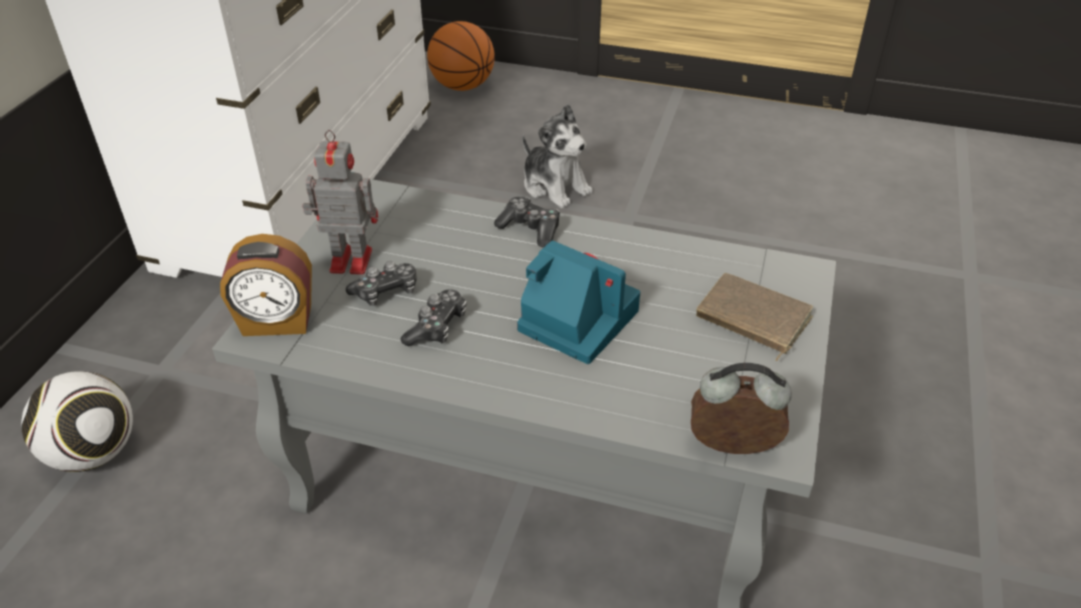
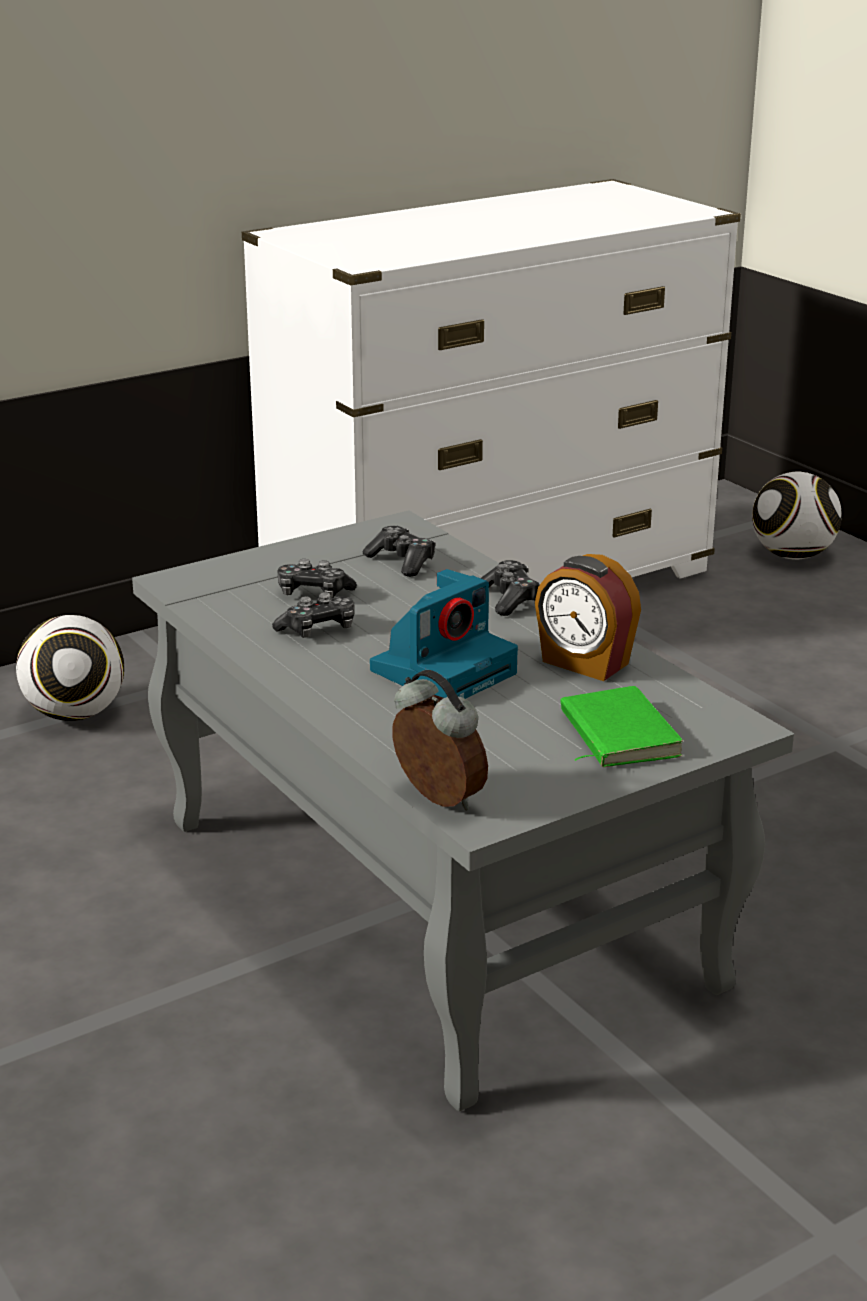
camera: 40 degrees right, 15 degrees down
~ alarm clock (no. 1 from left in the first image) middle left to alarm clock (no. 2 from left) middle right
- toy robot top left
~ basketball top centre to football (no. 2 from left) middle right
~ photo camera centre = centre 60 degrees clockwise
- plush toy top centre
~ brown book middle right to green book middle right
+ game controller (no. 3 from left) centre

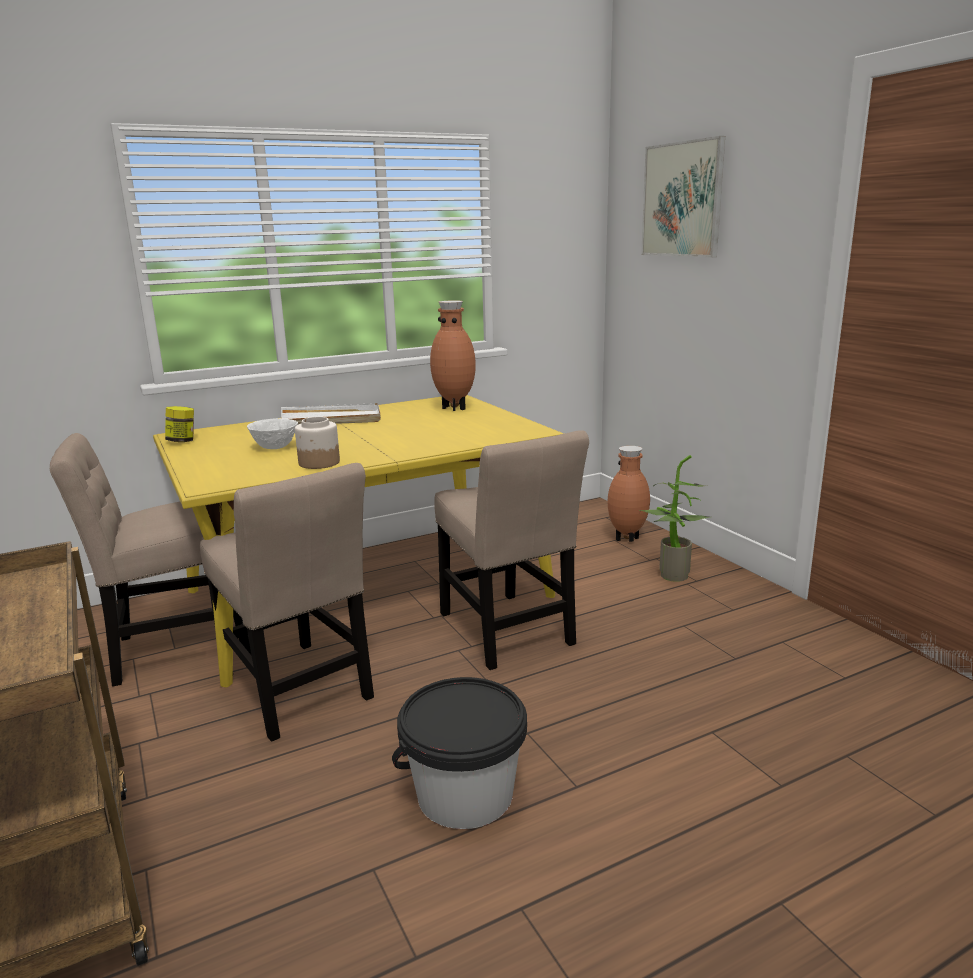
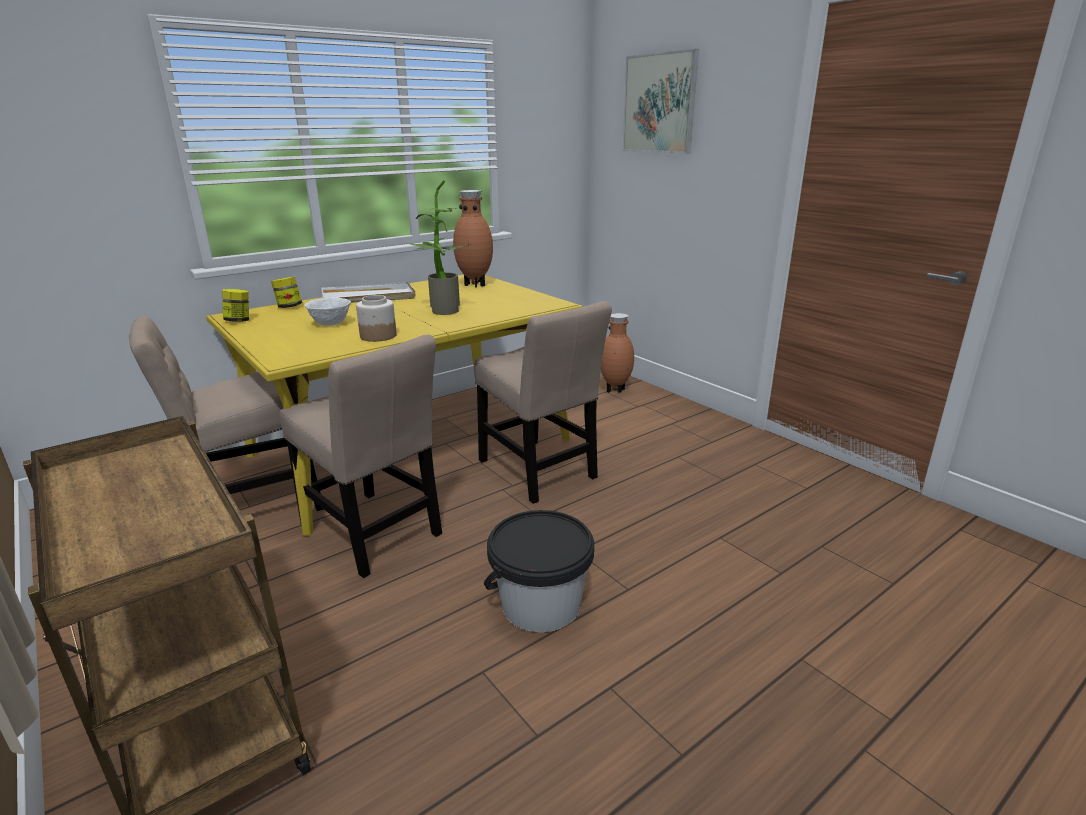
camera: 10 degrees left, 5 degrees up
~ potted plant middle right to top centre
+ jar (no. 2 from left) middle left

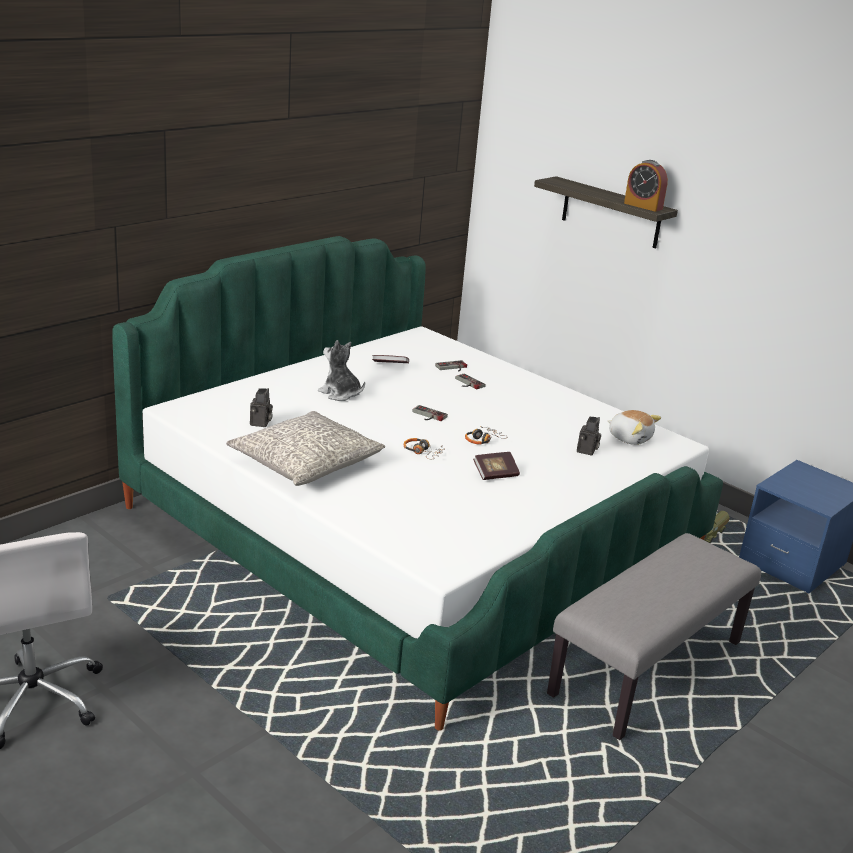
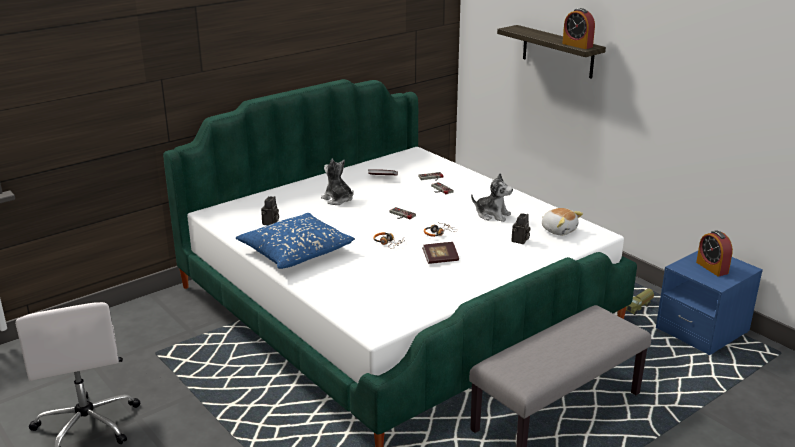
camera: 10 degrees right, 0 degrees up
~ grey pillow centre to blue pillow centre
+ plush toy (no. 2 from left) centre
+ alarm clock (no. 2 from left) middle right

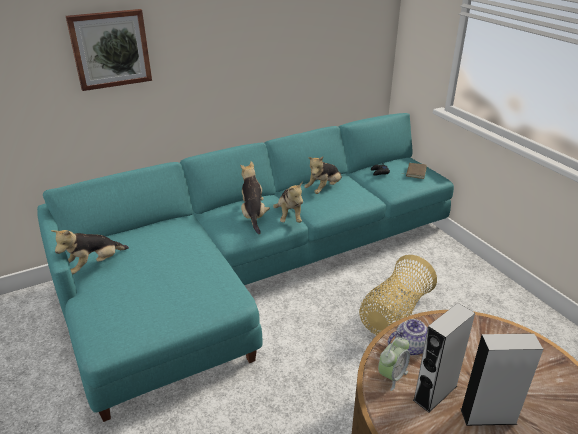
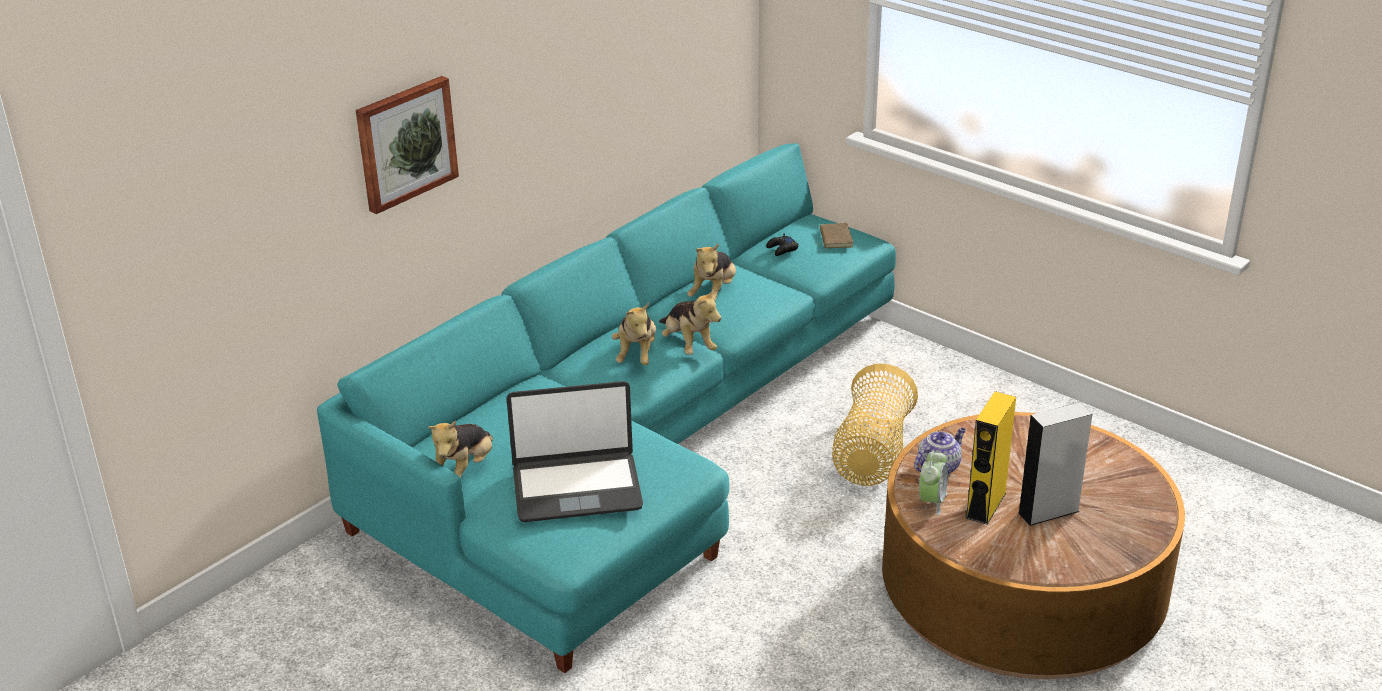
camera: 20 degrees left, 0 degrees up
~ plush toy (no. 2 from left) centre = centre 150 degrees counterclockwise
~ grey speaker (no. 1 from left) bottom right to yellow speaker middle right
+ laptop centre

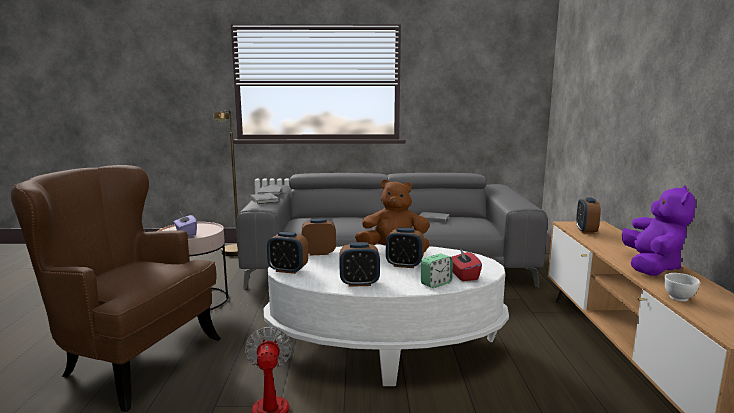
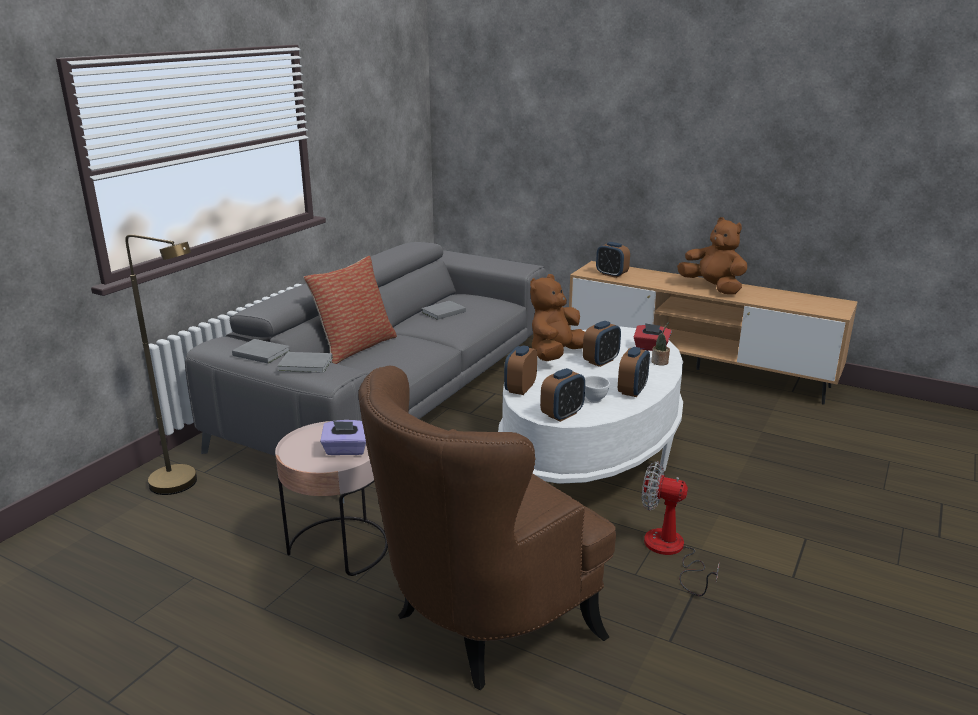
camera: 60 degrees left, 10 degrees up
~ alarm clock (no. 5 from left) centre to potted plant middle right
~ purple plush toy middle right to brown plush toy (no. 2 from left) middle right
~ white bowl bottom right to centre
+ pillow centre

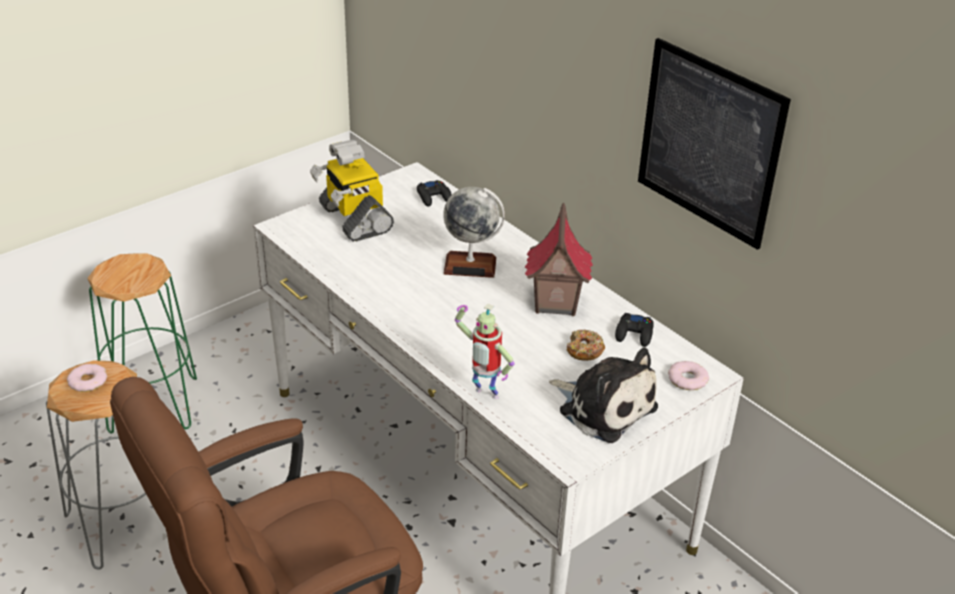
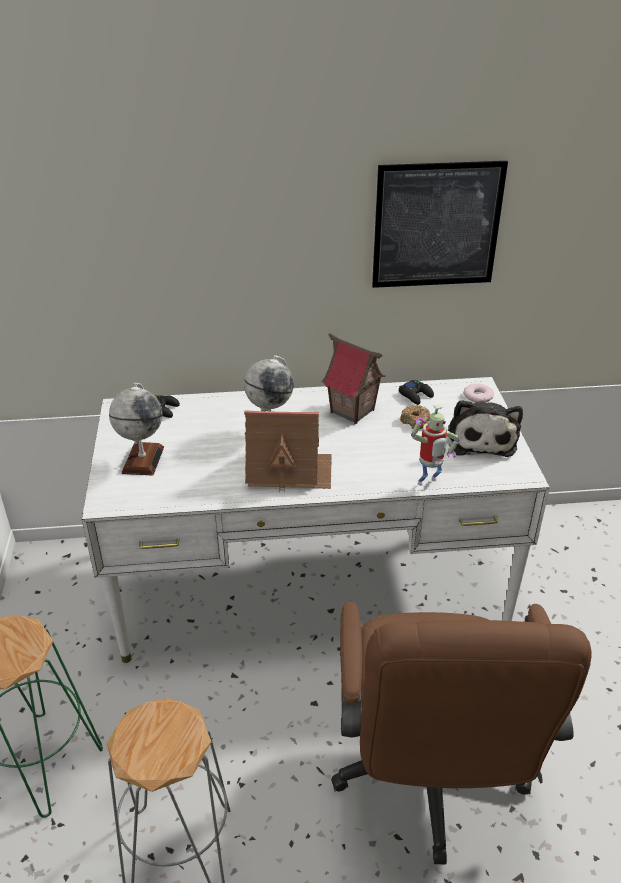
camera: 55 degrees left, 0 degrees up
- donut (no. 1 from left) middle left
~ toy robot (no. 1 from left) top centre to globe (no. 1 from left) middle left
~ plush toy centre = middle right 105 degrees clockwise
+ toy house (no. 1 from left) centre

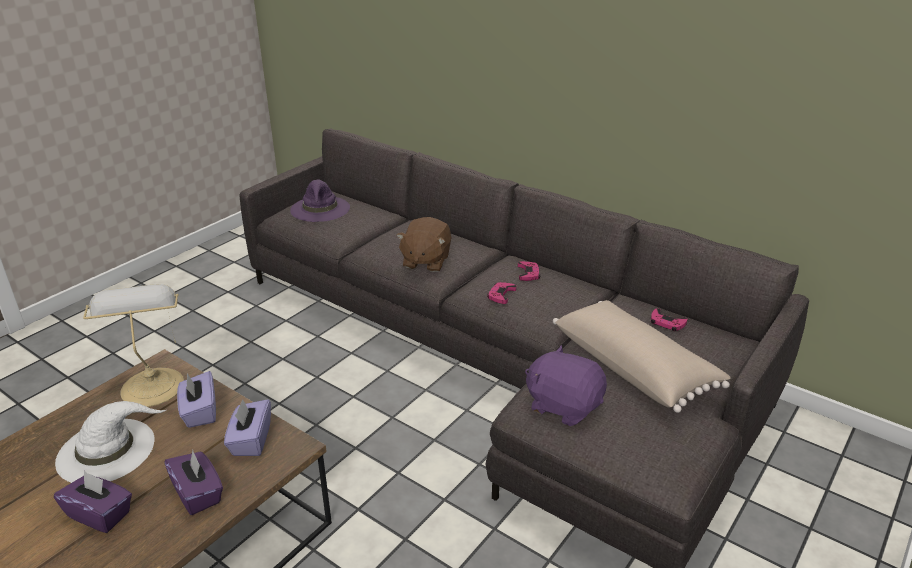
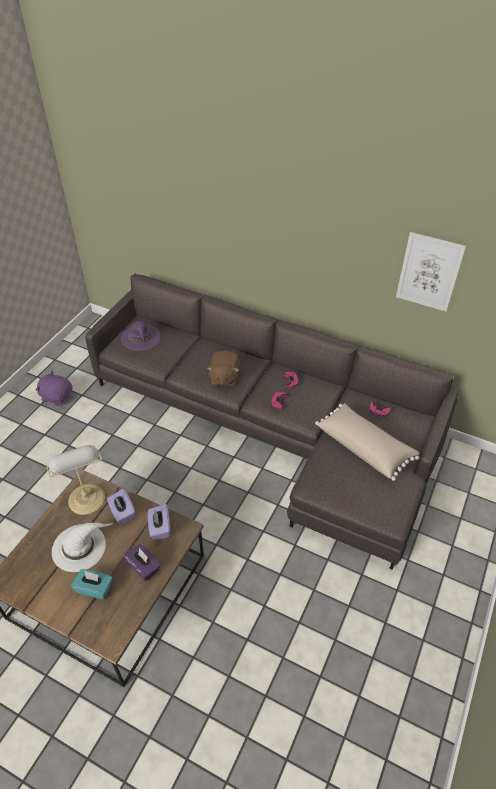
camera: 10 degrees left, 15 degrees up
~ purple tissue box (no. 1 from left) bottom left to turquoise tissue box bottom left
~ purple plush toy bottom centre to middle left
+ picture middle right

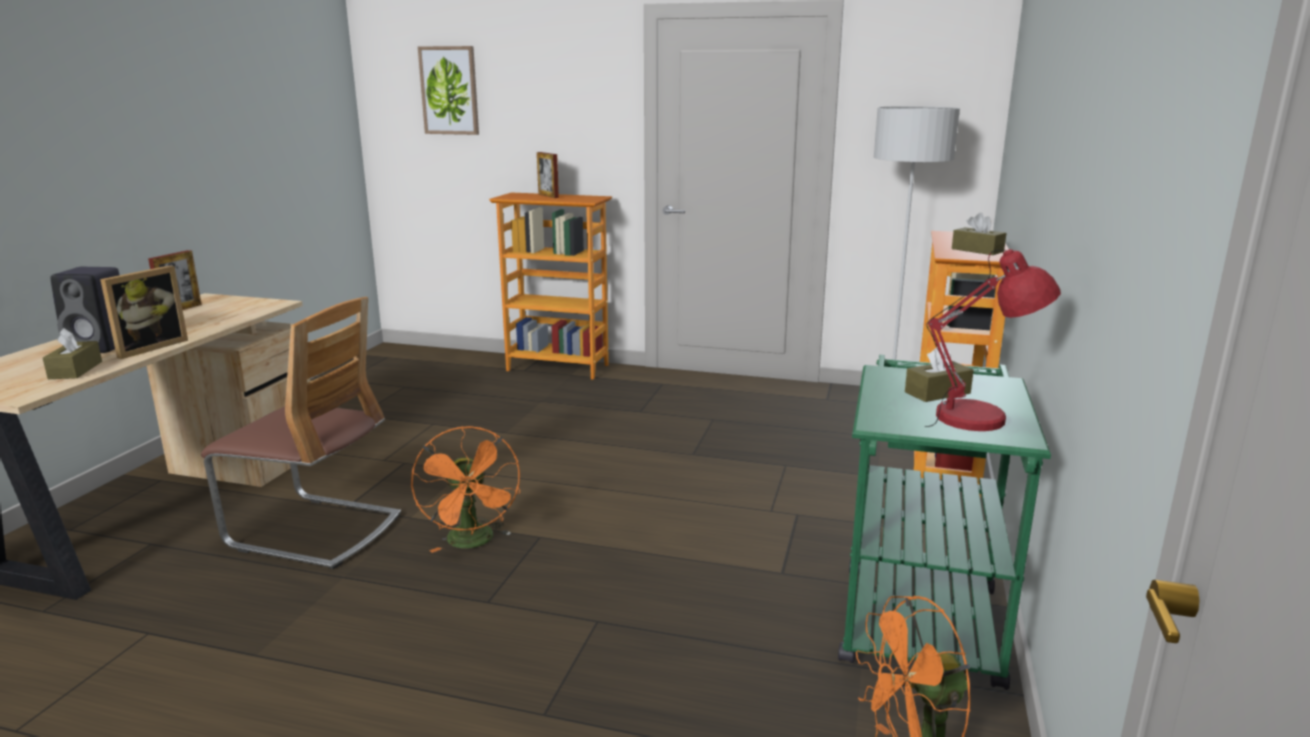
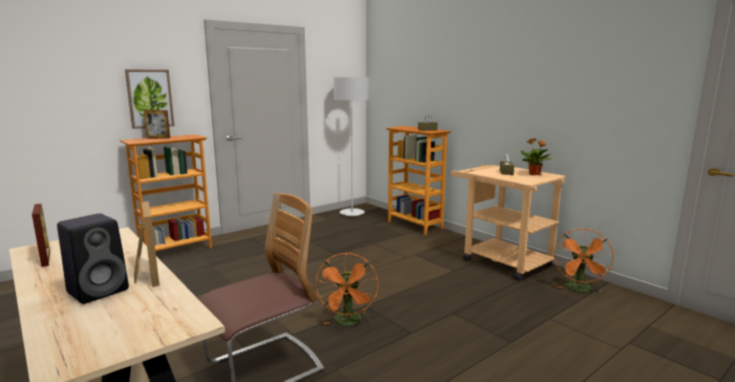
camera: 55 degrees left, 5 degrees down
- brown tissue box (no. 1 from left) middle left
~ orange fan (no. 1 from left) centre = bottom centre 75 degrees clockwise
~ picture top centre to top left
~ green cart bottom right to beige cart middle right
~ red table lamp middle right to potted plant middle right

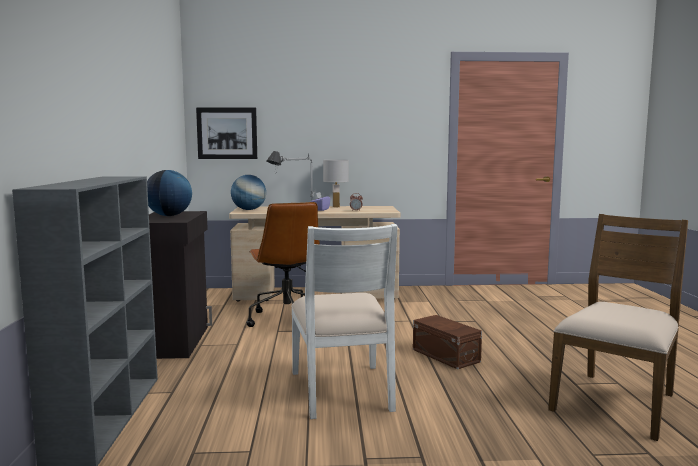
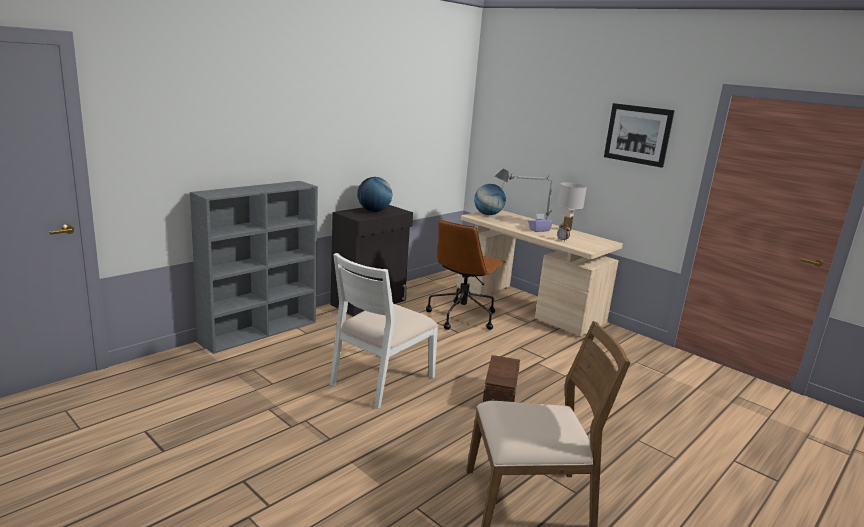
camera: 45 degrees right, 10 degrees up
~ picture top left to top right

